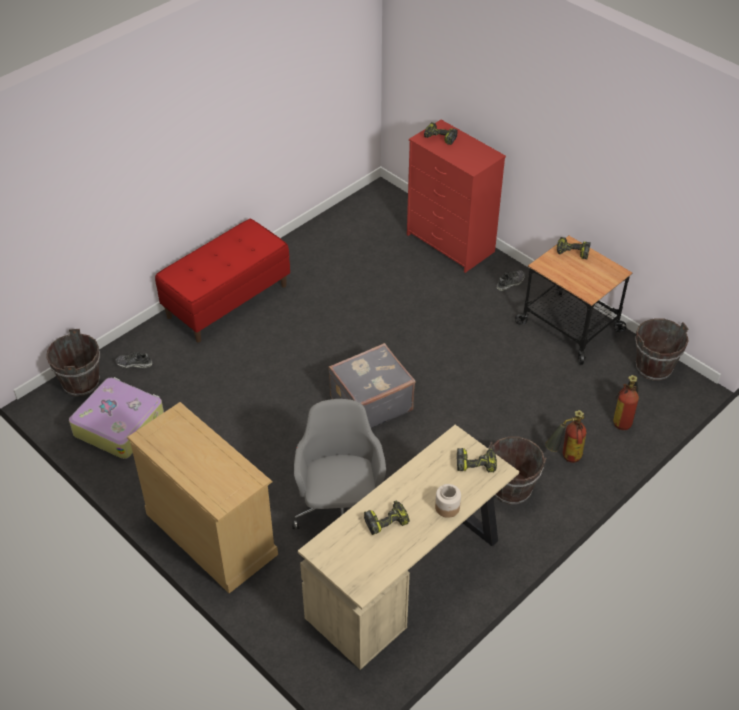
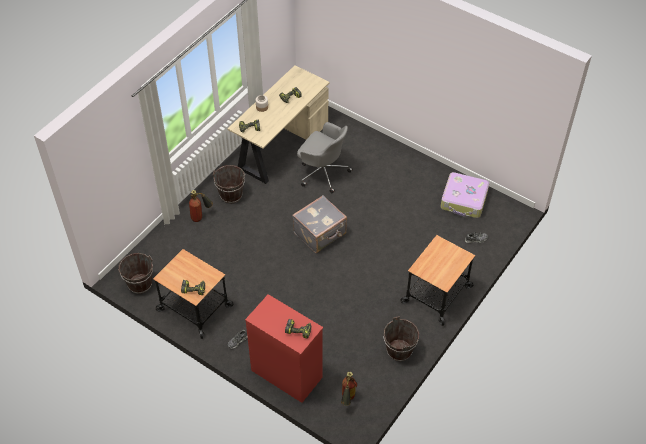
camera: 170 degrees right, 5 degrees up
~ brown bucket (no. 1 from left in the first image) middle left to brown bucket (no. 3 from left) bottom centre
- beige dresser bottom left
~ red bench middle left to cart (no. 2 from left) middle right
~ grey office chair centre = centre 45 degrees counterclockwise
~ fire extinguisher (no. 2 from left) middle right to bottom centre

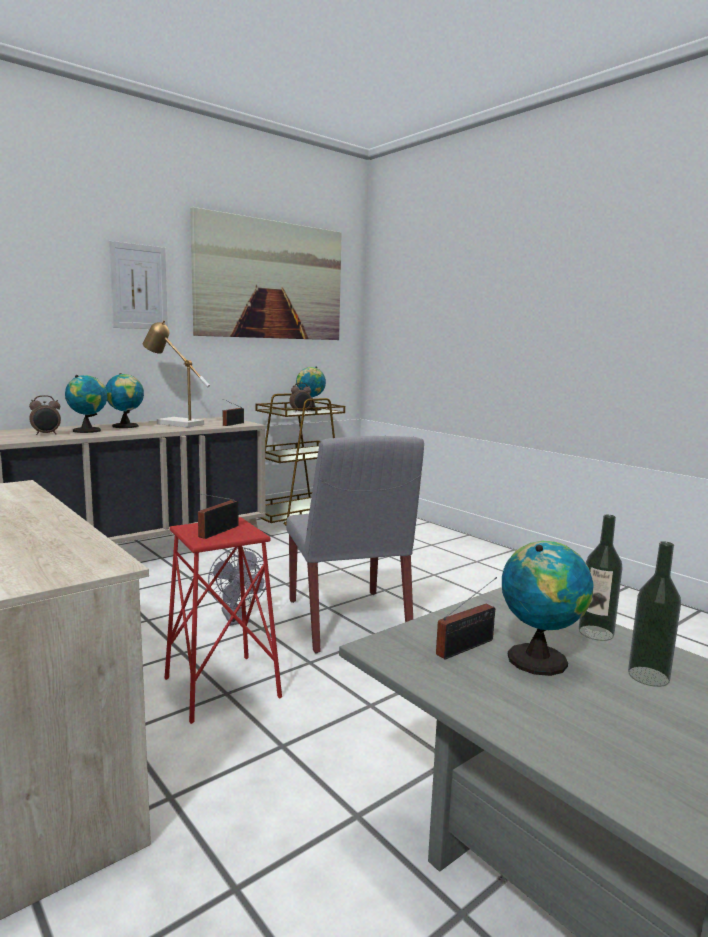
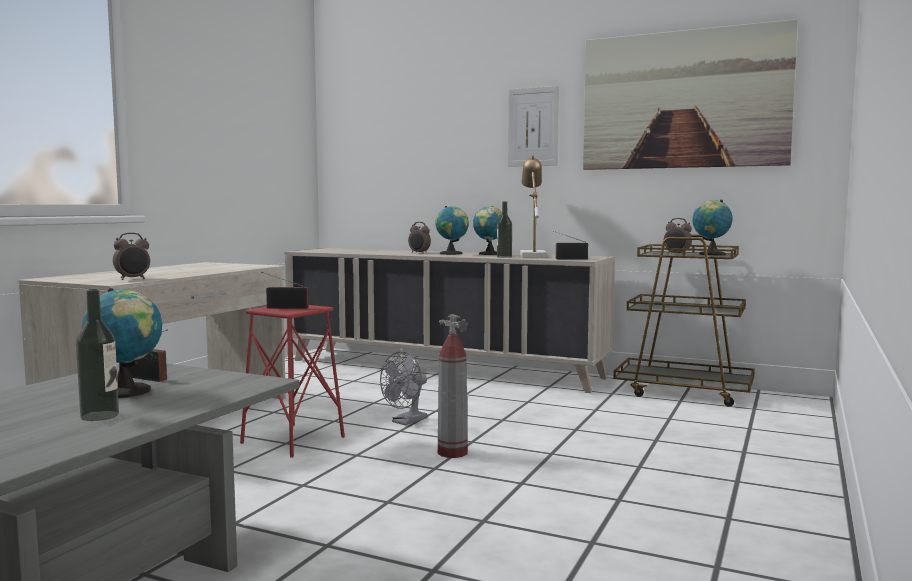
camera: 65 degrees right, 5 degrees down
~ grey chair centre to fire extinguisher centre
~ bottle (no. 1 from left in the first image) middle right to bottle (no. 2 from left) centre
+ alarm clock (no. 1 from left) middle left

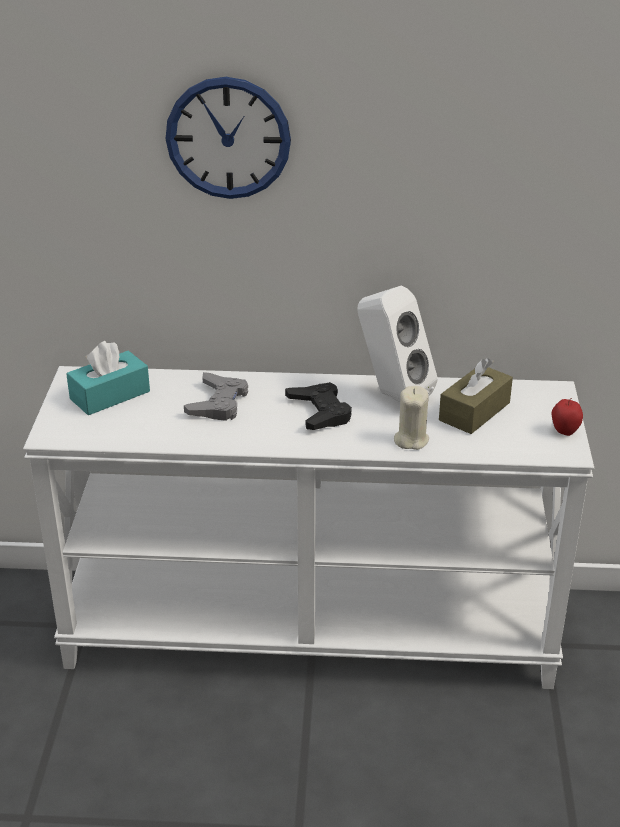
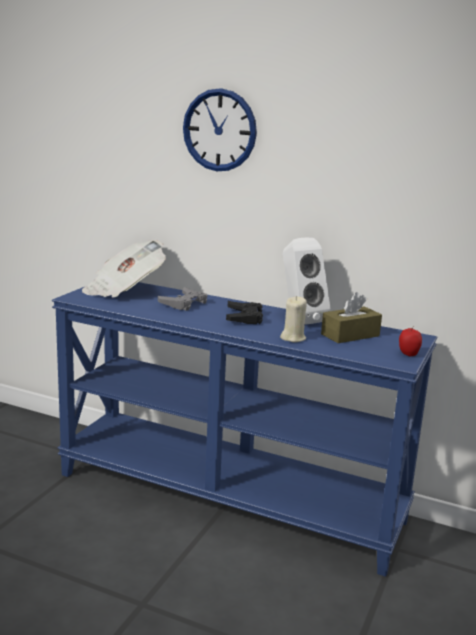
camera: 20 degrees right, 15 degrees down
~ white console table centre to blue console table bottom centre
~ turquoise tissue box middle left to newspaper middle left

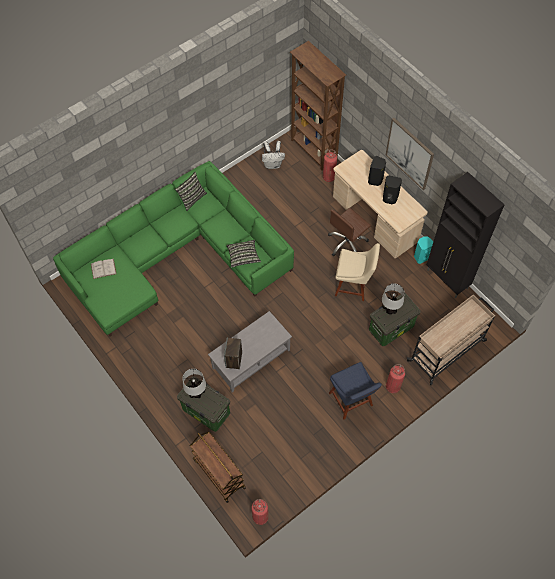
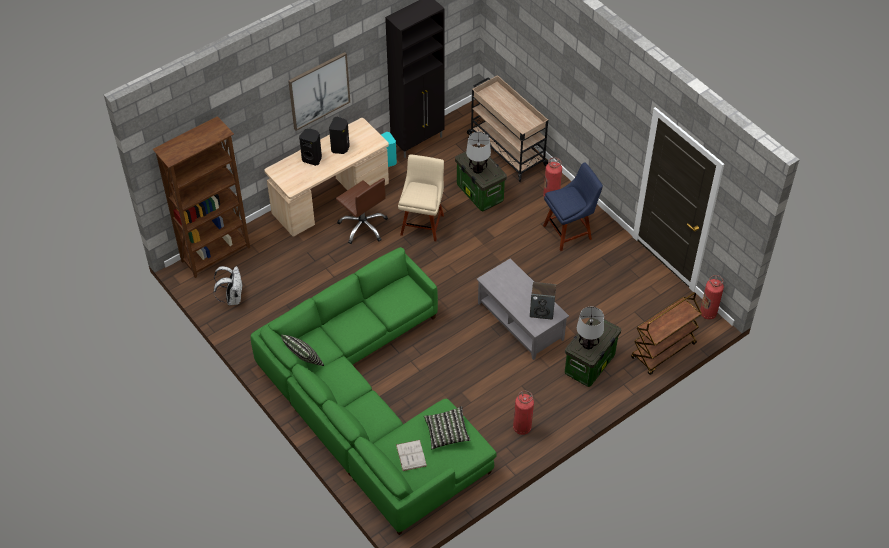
camera: 90 degrees left, 10 degrees down
~ pillow (no. 2 from left) centre to bottom centre
~ fire extinguisher (no. 2 from left in the first image) top centre to fire extinguisher (no. 1 from left) bottom centre

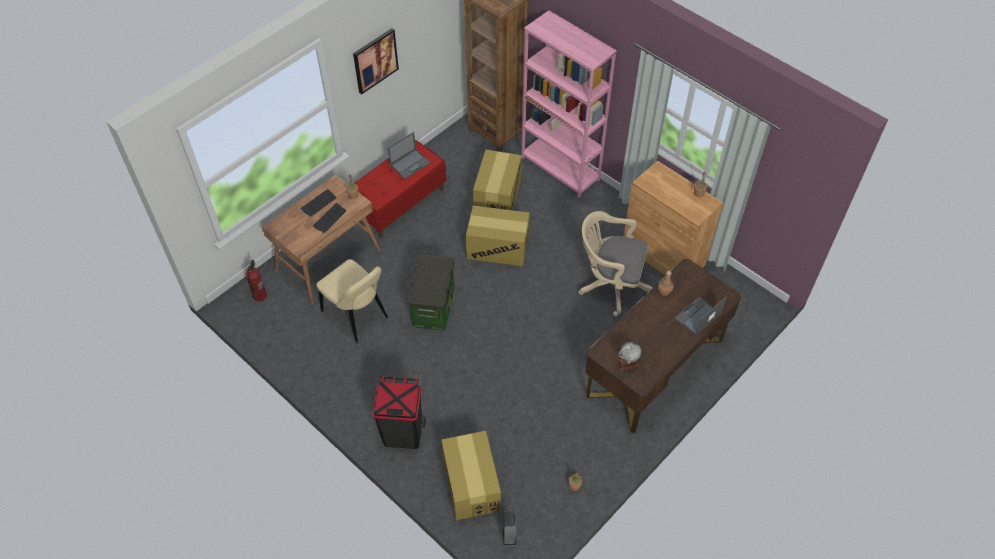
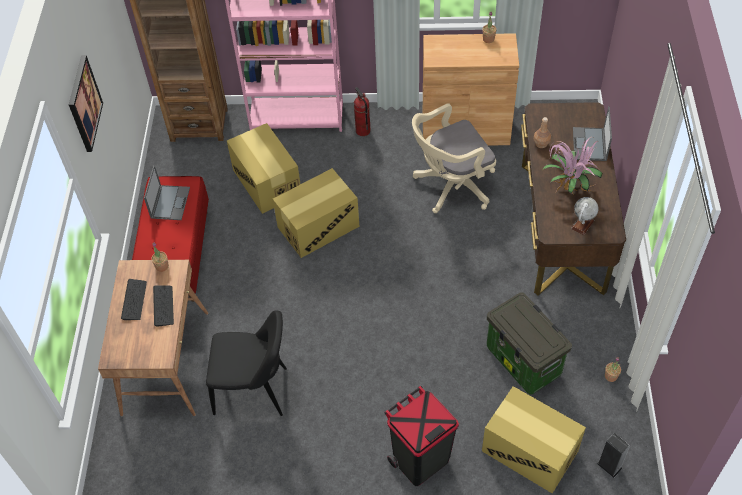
camera: 40 degrees left, 0 degrees up
~ fire extinguisher middle left to top centre
~ beige chair centre to black chair bottom left
~ storage box centre to bottom right
+ potted plant (no. 3 from left) middle right

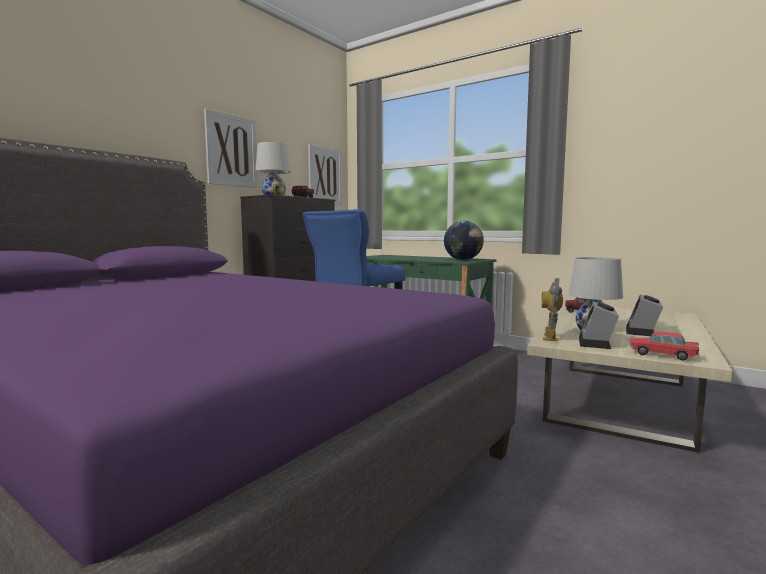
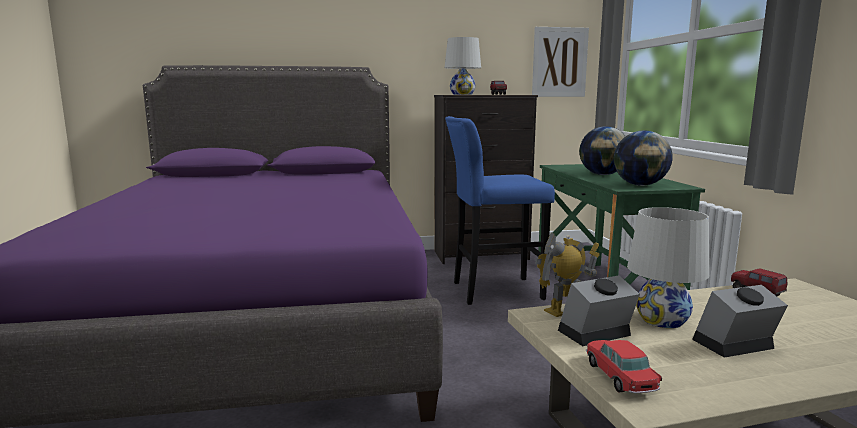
camera: 45 degrees right, 5 degrees up
- picture (no. 1 from left) top left
+ globe (no. 1 from left) middle right

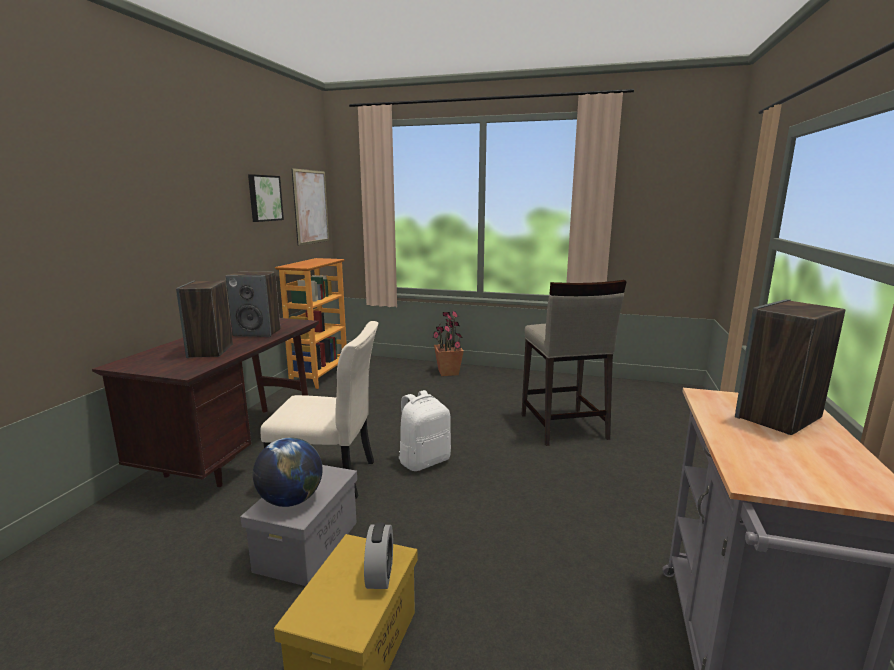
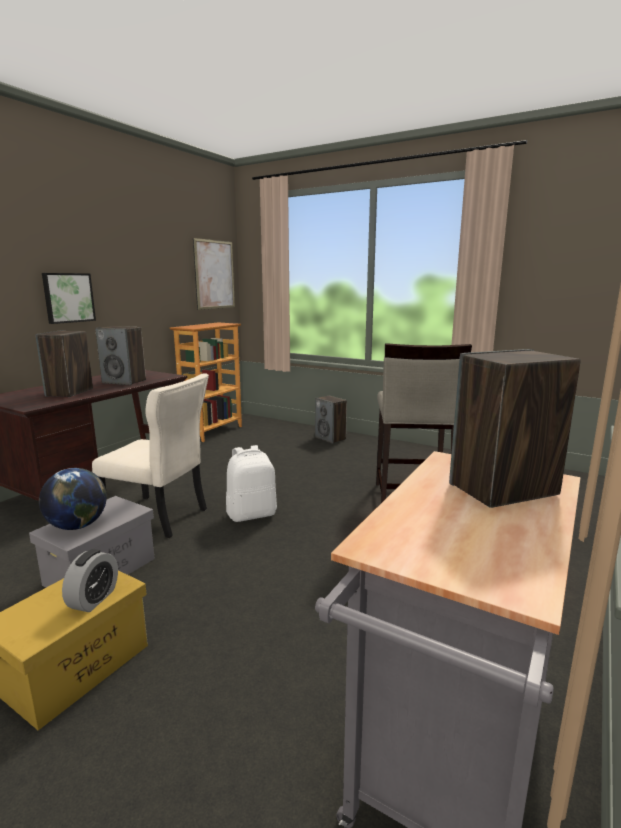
camera: 15 degrees right, 0 degrees up
~ picture (no. 1 from left) top left to middle left
~ potted plant centre to speaker (no. 3 from left) centre

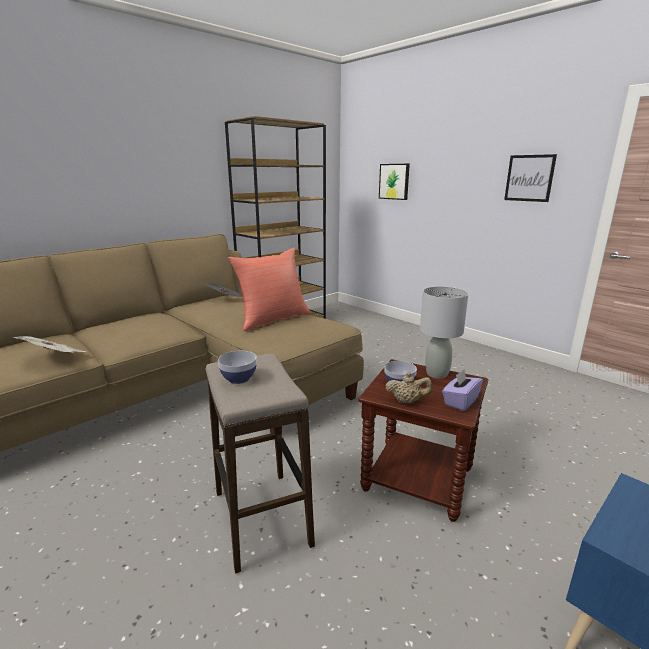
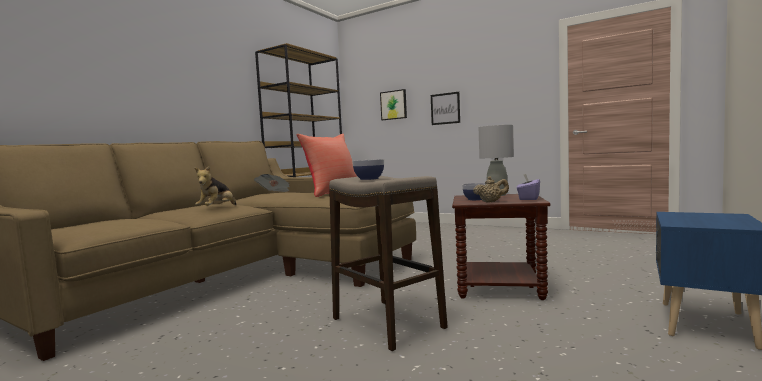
camera: 15 degrees left, 15 degrees down
- newspaper (no. 1 from left) middle left
~ picture (no. 2 from left) top right to top centre
+ plush toy middle left

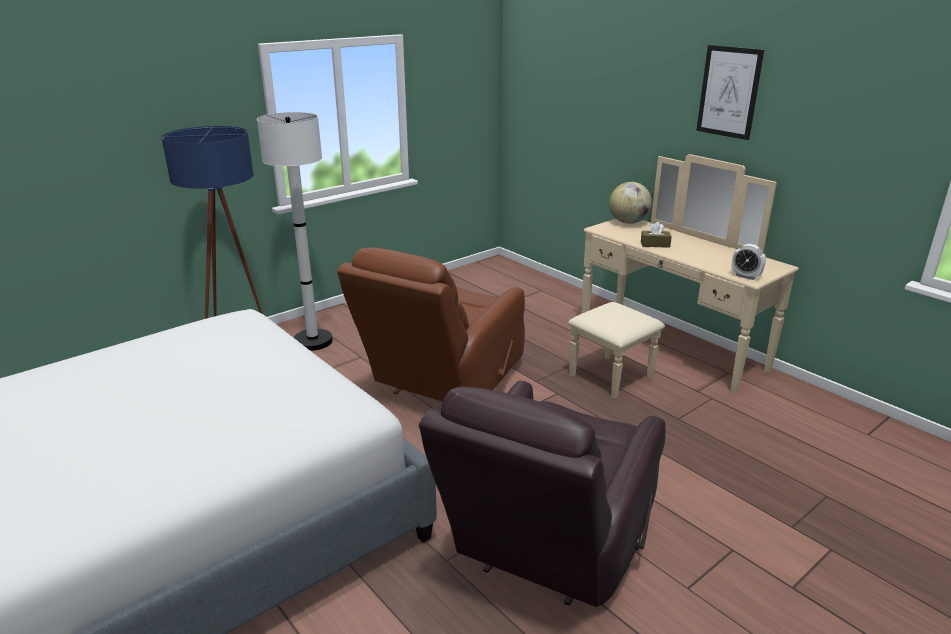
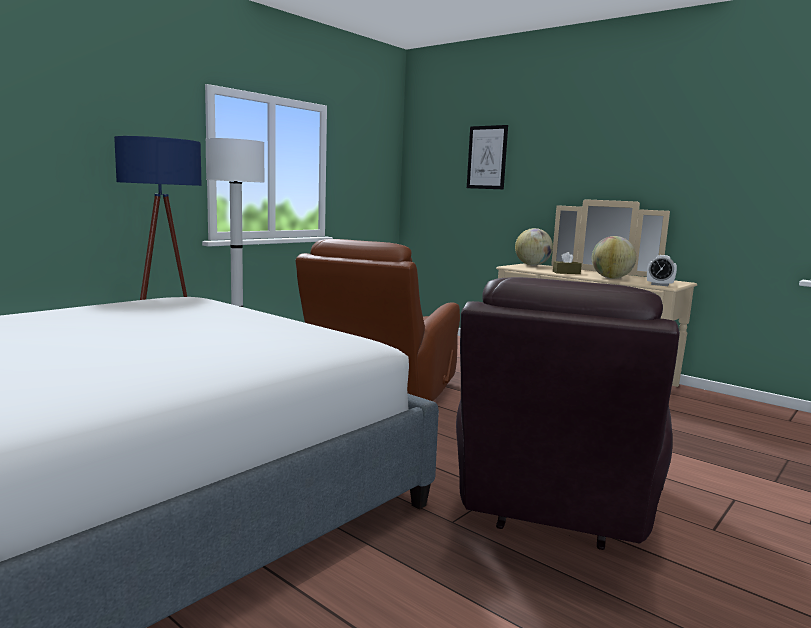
camera: 10 degrees left, 15 degrees down
~ picture top right to top centre
+ globe (no. 2 from left) middle right

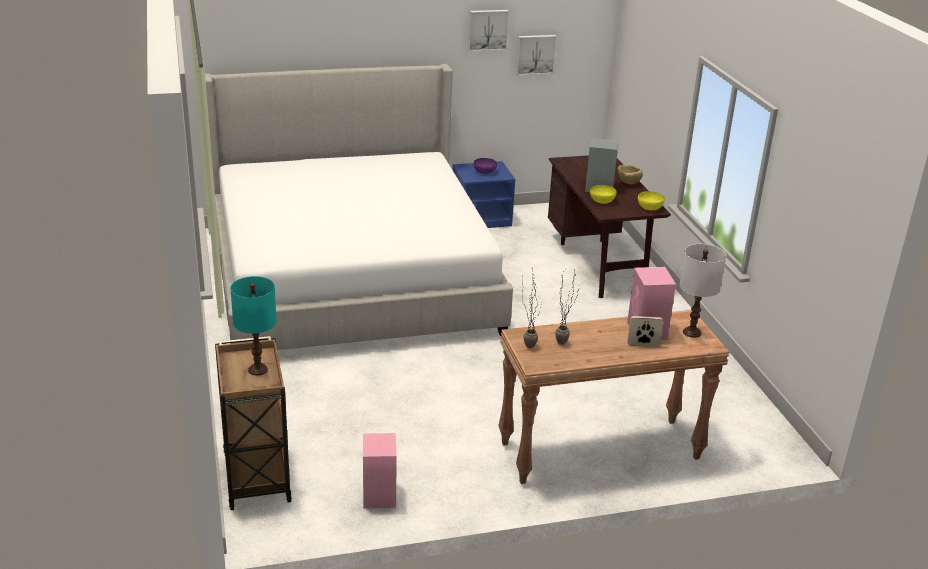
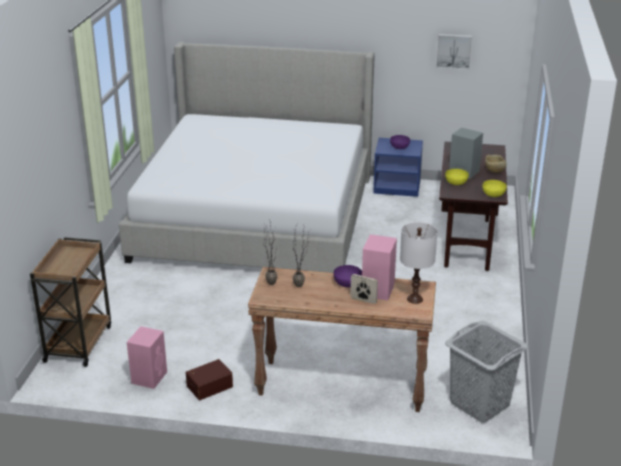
camera: 25 degrees right, 0 degrees up
- turquoise table lamp middle left
- picture (no. 1 from left) top centre
+ brown storage box bottom centre
+ purple bowl (no. 1 from left) centre
+ grey laundry basket bottom right

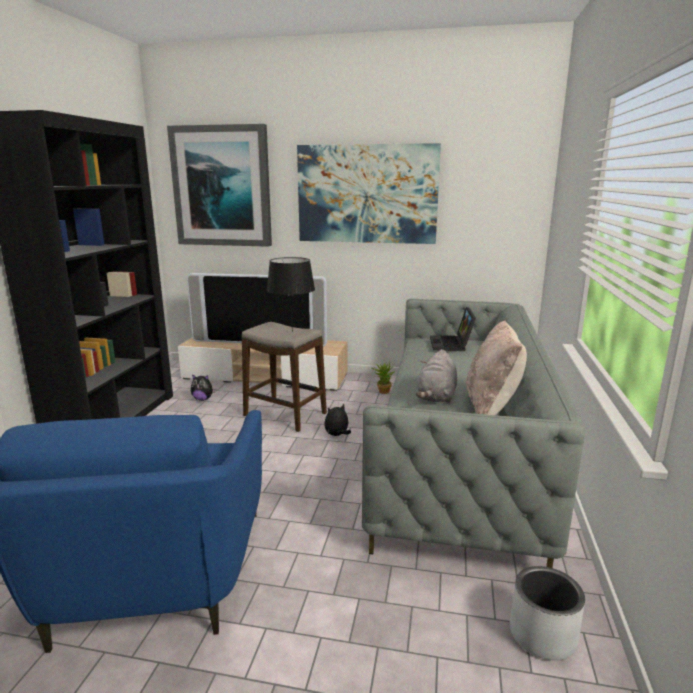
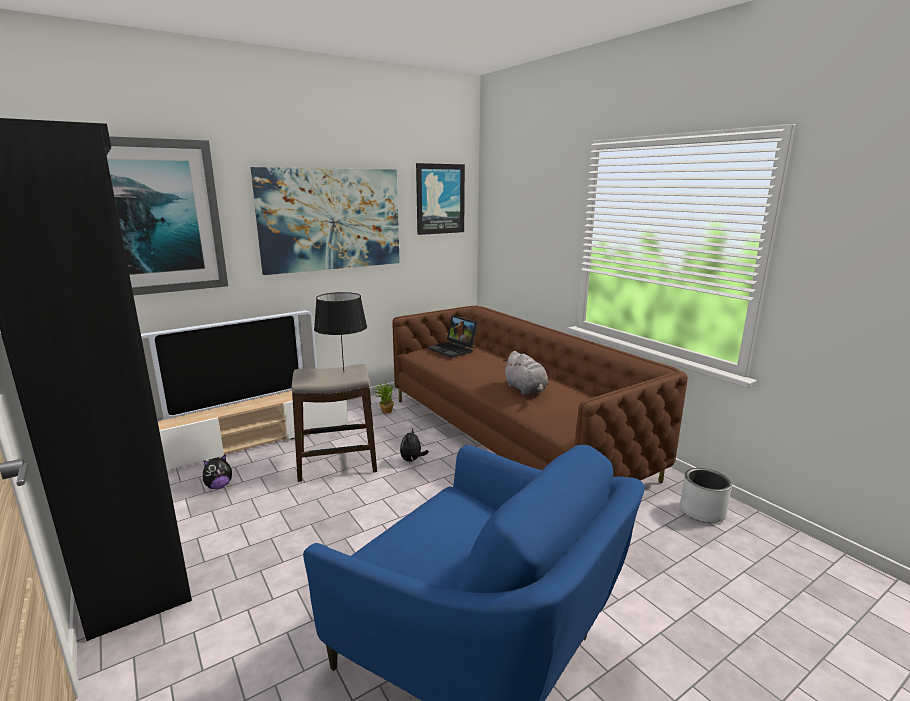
camera: 45 degrees left, 0 degrees up
~ grey sofa middle right to brown sofa centre
- beige pillow middle right
+ picture (no. 3 from left) top centre

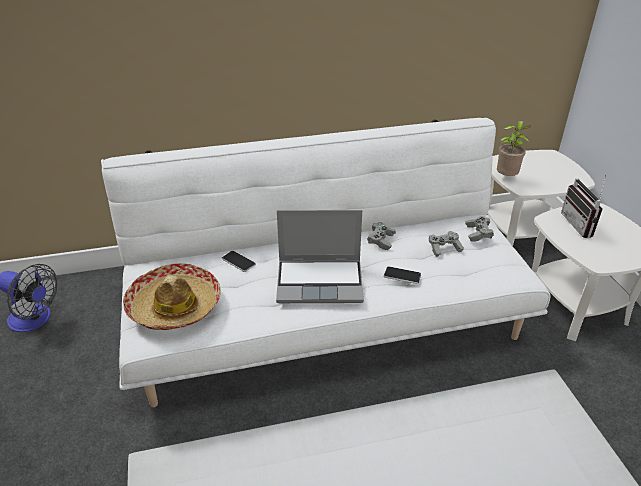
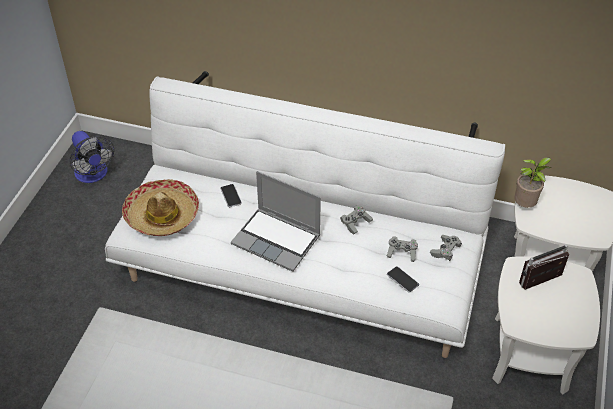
camera: 30 degrees right, 10 degrees up
~ phone (no. 2 from left) centre to bottom centre
~ radio middle right = middle right 45 degrees clockwise

